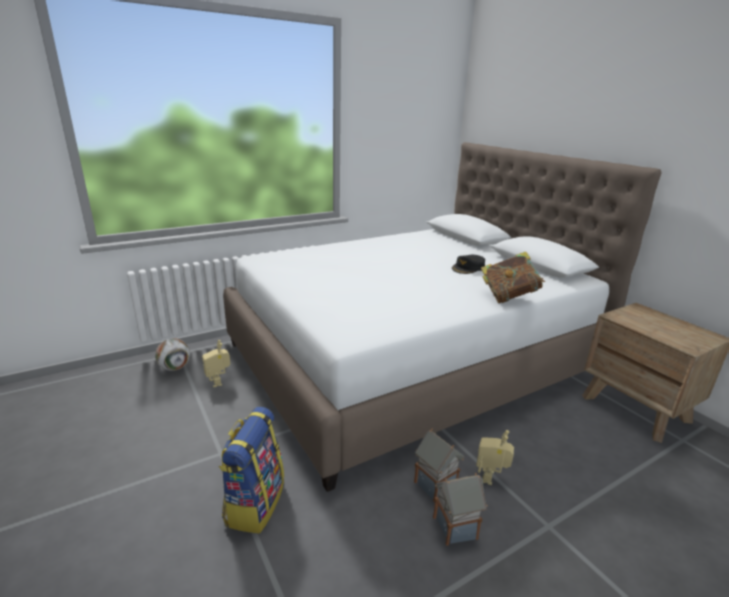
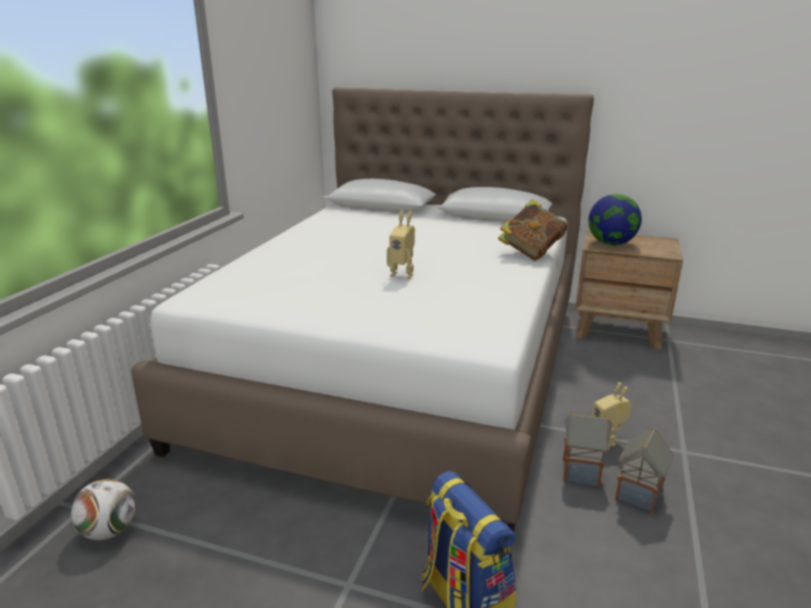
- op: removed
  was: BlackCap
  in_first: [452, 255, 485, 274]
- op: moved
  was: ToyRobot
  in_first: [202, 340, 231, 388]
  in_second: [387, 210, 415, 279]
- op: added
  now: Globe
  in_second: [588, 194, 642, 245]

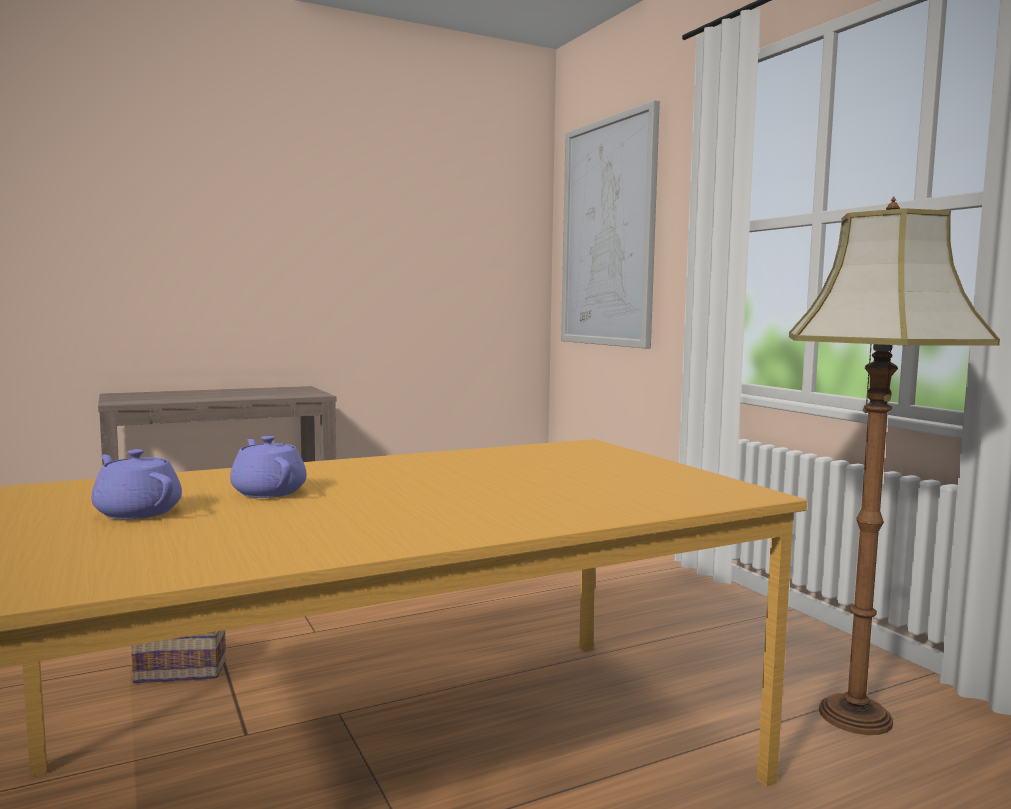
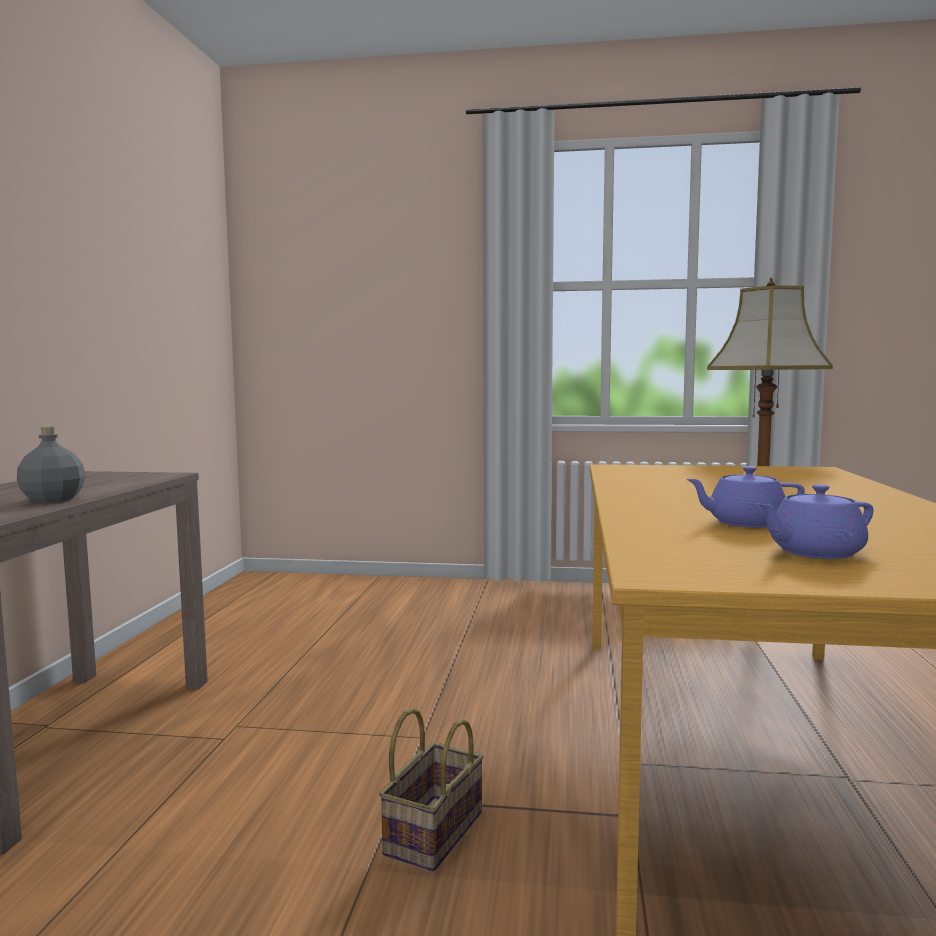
- op: removed
  was: Picture
  in_first: [561, 100, 660, 348]
- op: added
  now: GreyBottle
  in_second: [17, 427, 85, 503]

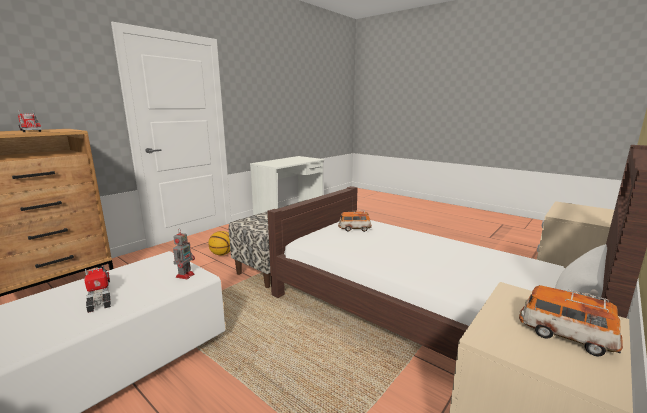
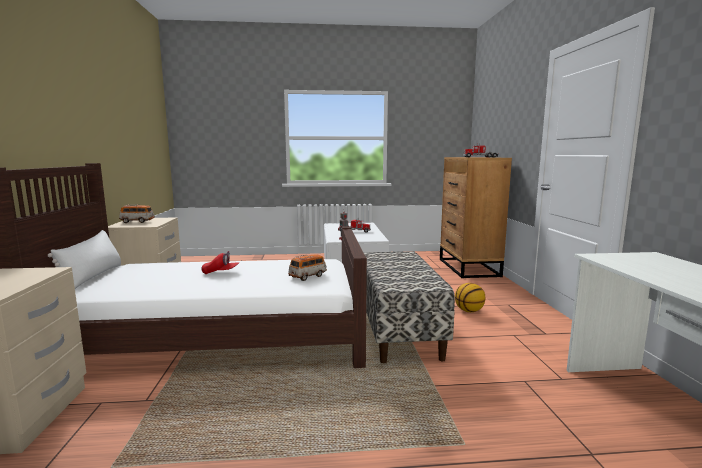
- op: added
  now: RedCap
  in_second: [202, 251, 239, 274]

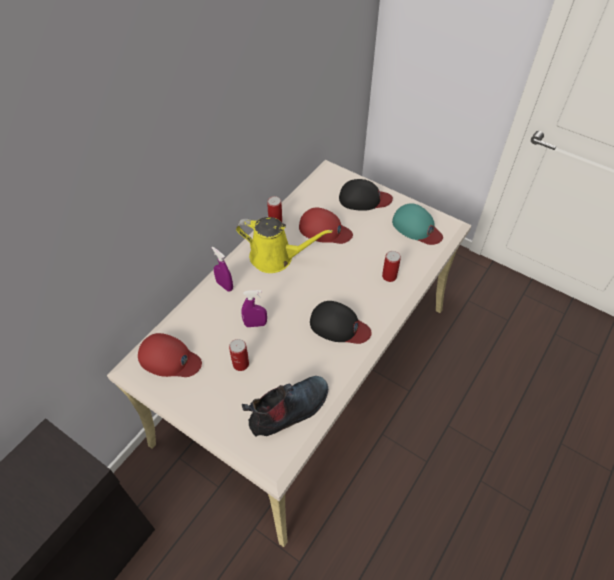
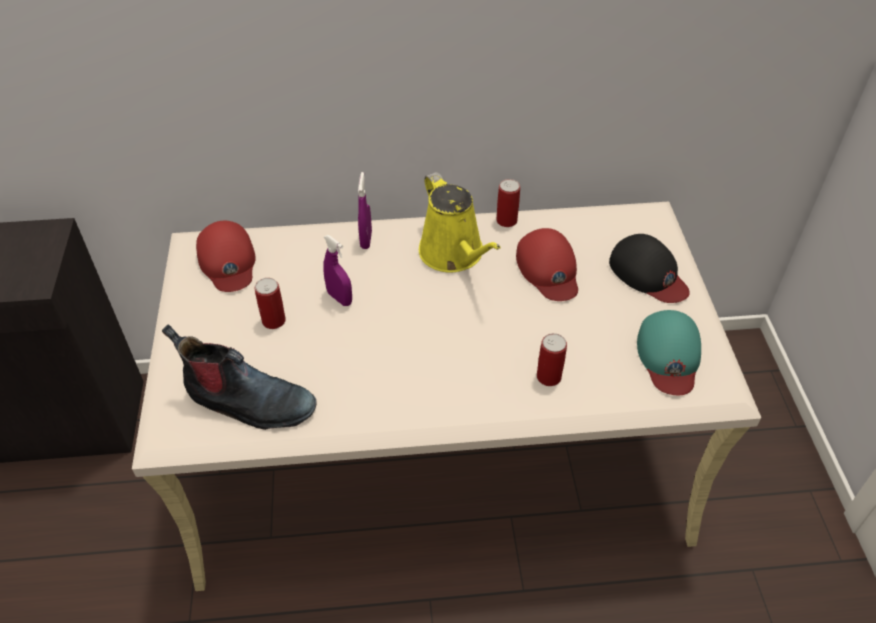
- op: removed
  was: BlackCap
  in_first: [310, 301, 372, 344]

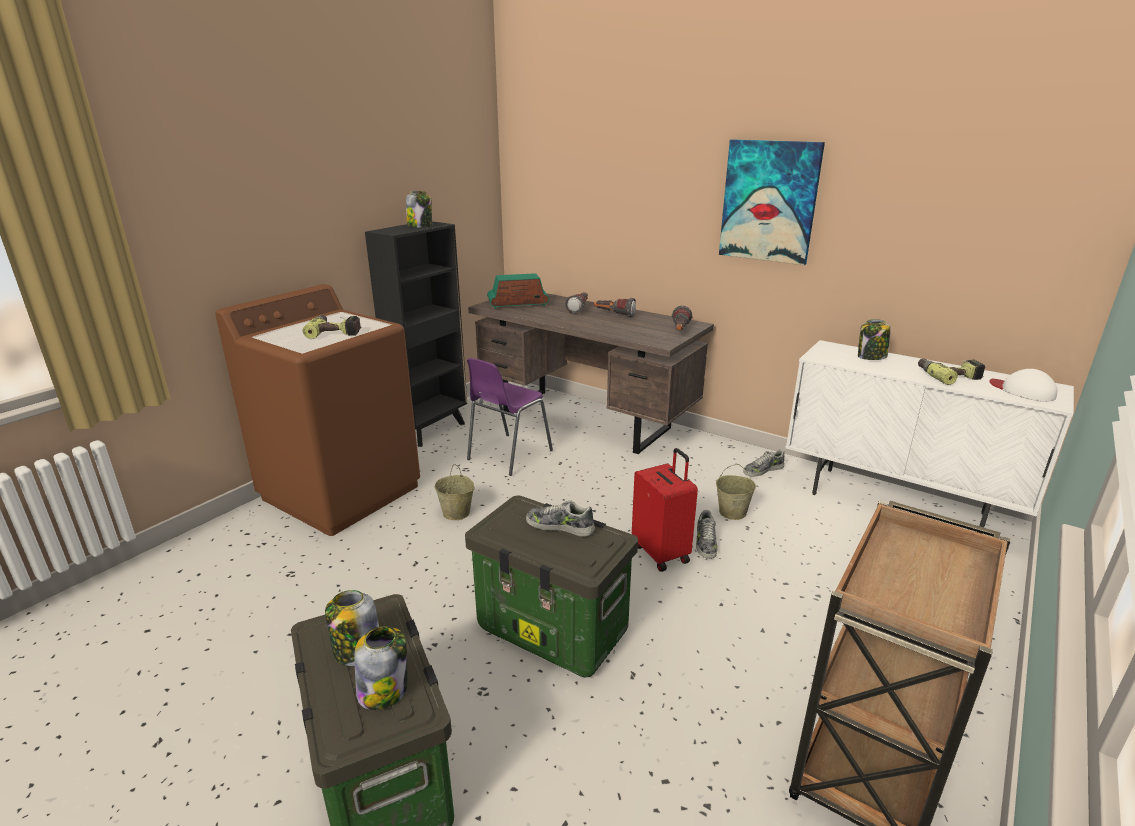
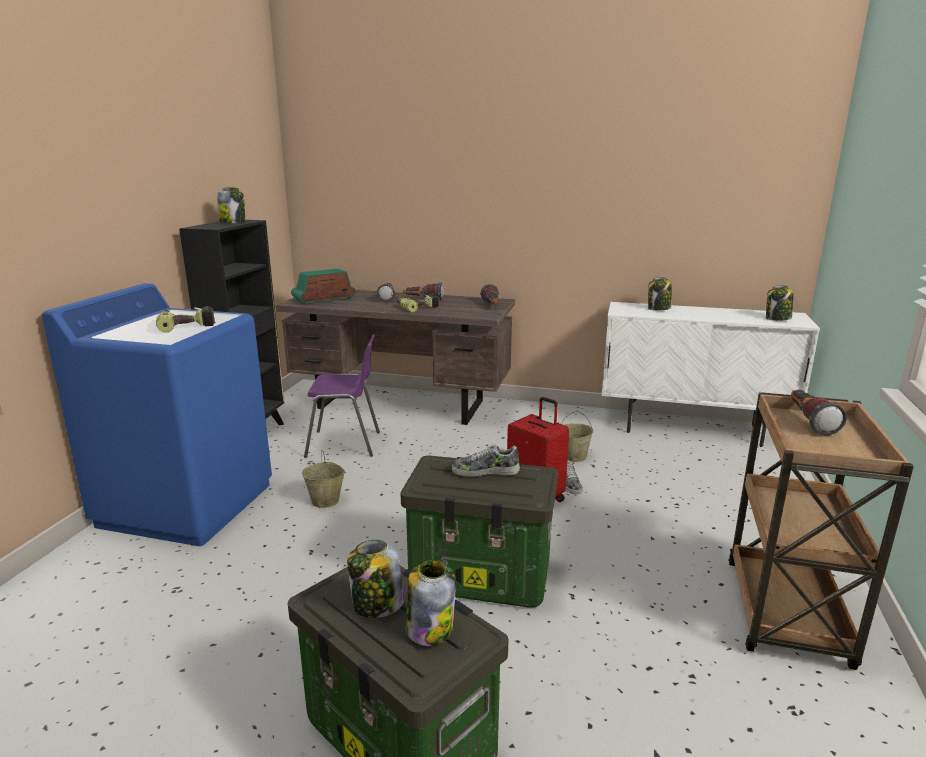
- op: removed
  was: Picture
  in_first: [719, 139, 825, 265]
- op: recoloured
  was: BrownWashingMachine
  now: BlueWashingMachine
  in_first: [215, 284, 420, 536]
  in_second: [42, 283, 272, 546]
- op: turned
  was: PurpleChair
  in_first: [467, 358, 553, 476]
  in_second: [304, 334, 380, 458]
  clockwise: -105
- op: moved
  was: PowerDrill
  in_first: [918, 358, 986, 385]
  in_second: [397, 294, 439, 312]
- op: replaced
  was: WhiteCap
  now: Jar
  in_first: [990, 369, 1057, 402]
  in_second: [766, 285, 794, 321]
- op: removed
  was: Shoe
  in_first: [743, 449, 784, 477]
- op: added
  now: Flashlight
  in_second: [791, 390, 847, 435]

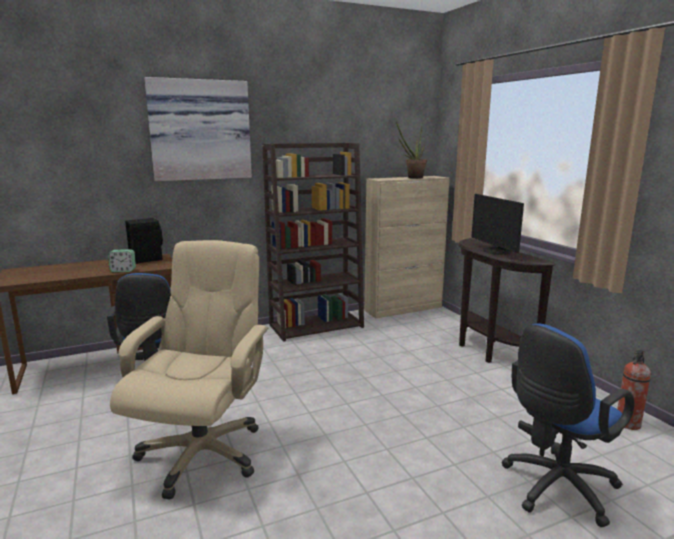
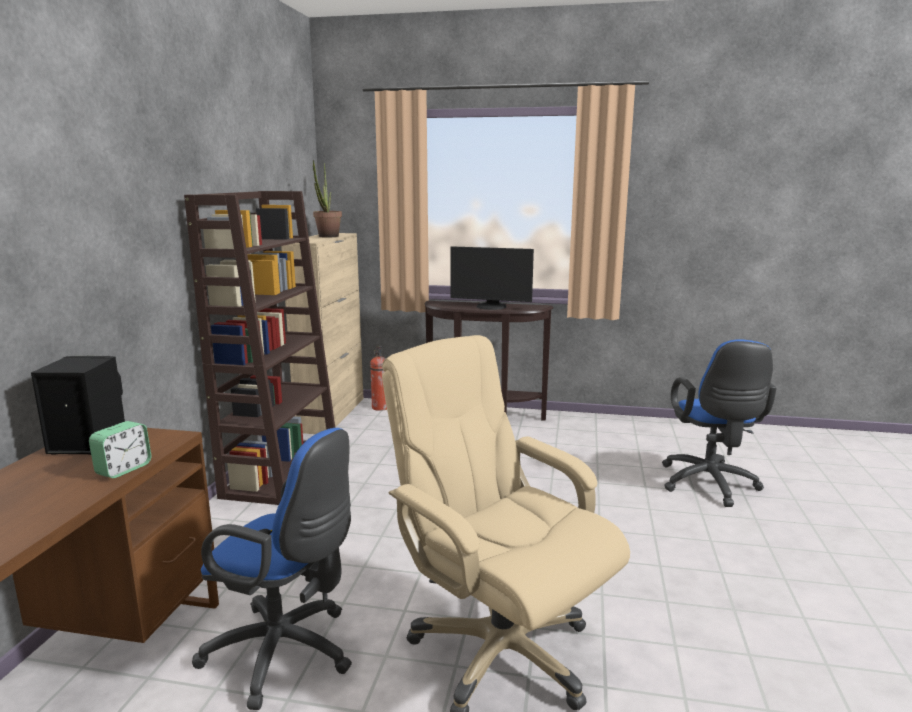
- op: removed
  was: Picture
  in_first: [144, 77, 252, 181]
- op: moved
  was: FireExtinguisher
  in_first: [617, 349, 651, 430]
  in_second: [370, 346, 387, 411]

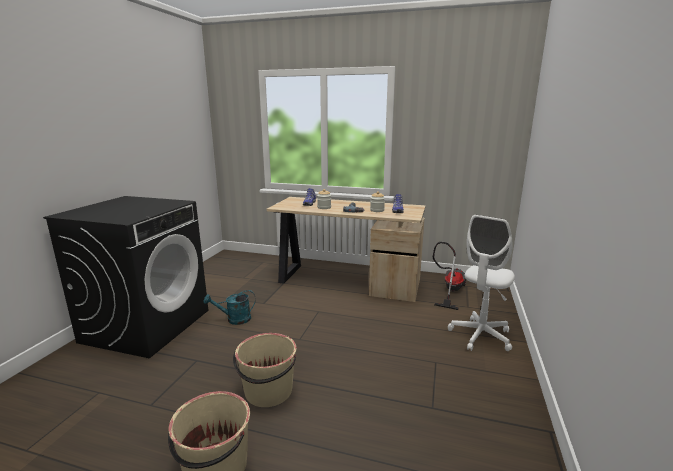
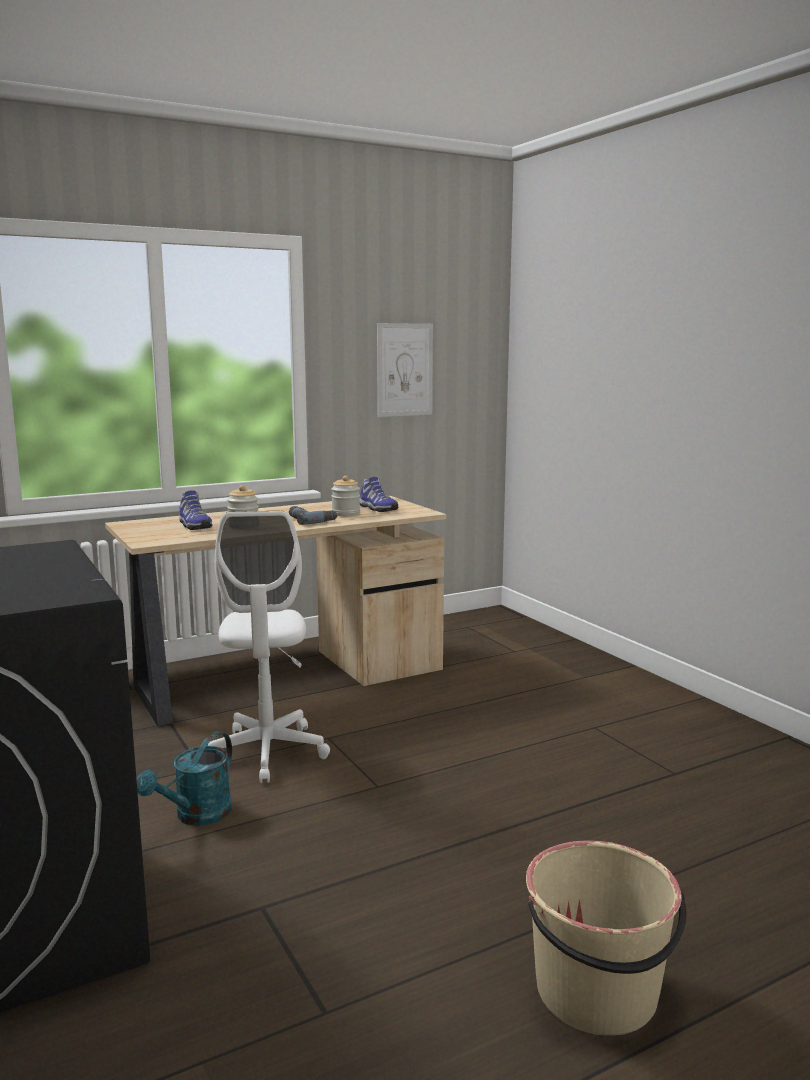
- op: moved
  was: WhiteOfficeChair
  in_first: [448, 215, 515, 351]
  in_second: [208, 511, 330, 783]
- op: removed
  was: VacuumCleaner
  in_first: [432, 242, 466, 310]
- op: removed
  was: BeigeBucket
  in_first: [233, 333, 297, 407]
- op: added
  now: Picture
  in_second: [377, 323, 433, 417]

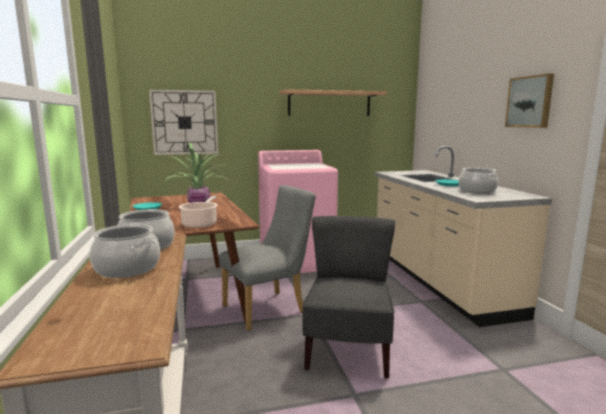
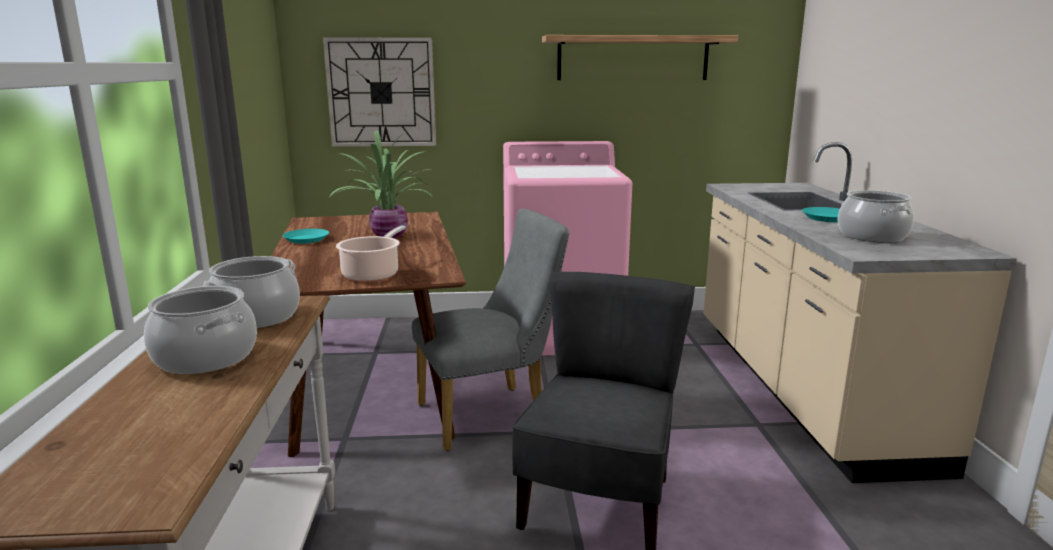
- op: removed
  was: Picture
  in_first: [505, 73, 554, 128]

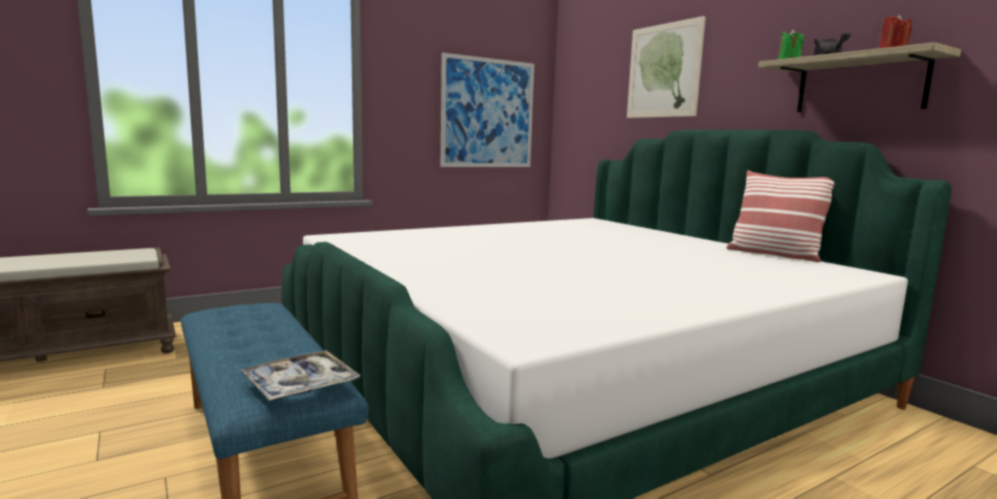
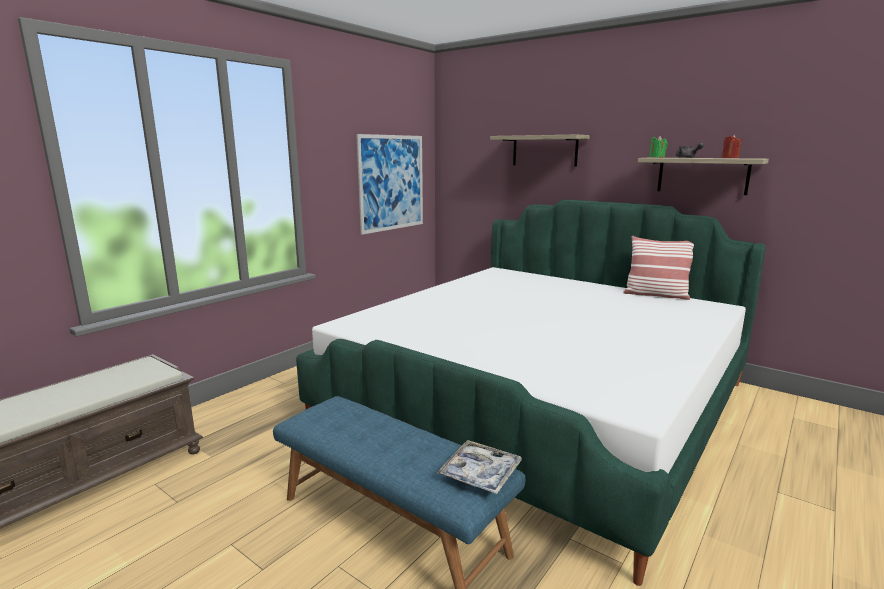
- op: replaced
  was: Picture
  now: Shelf
  in_first: [627, 16, 706, 118]
  in_second: [490, 135, 590, 167]

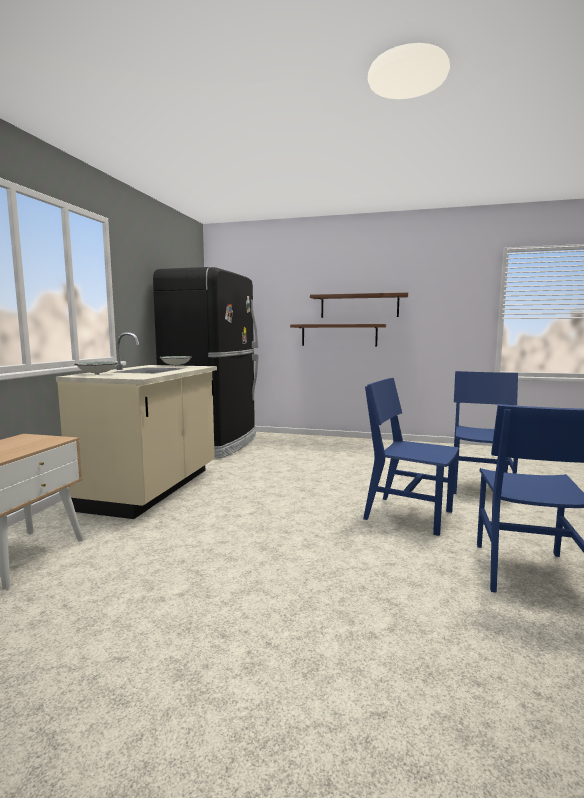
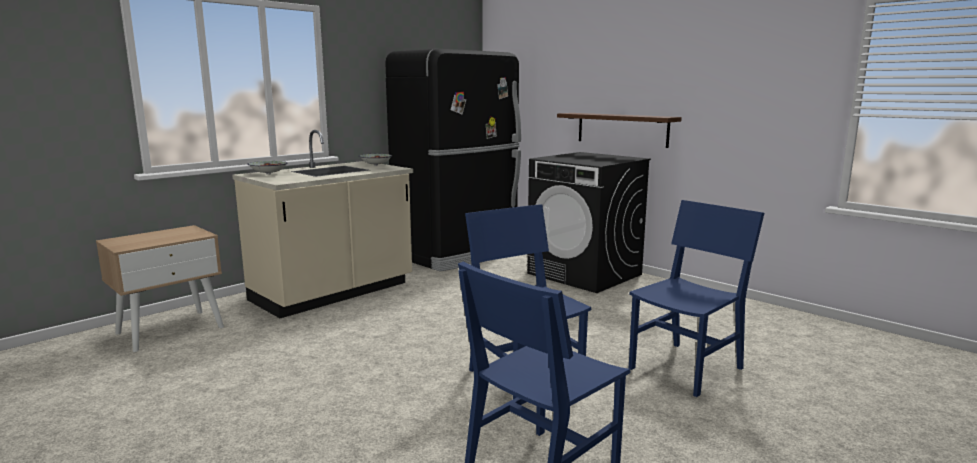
- op: removed
  was: BrownShelf
  in_first: [310, 293, 408, 318]
- op: added
  now: BlackWashingMachine
  in_second: [527, 152, 651, 293]

